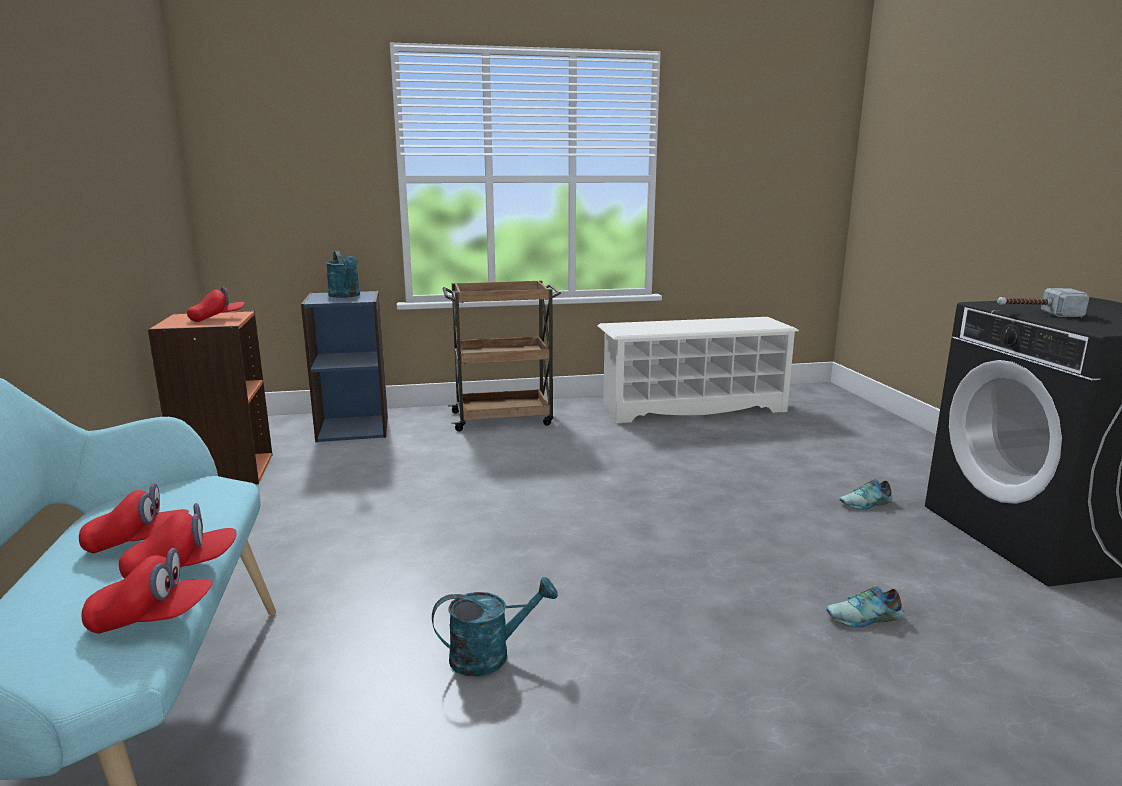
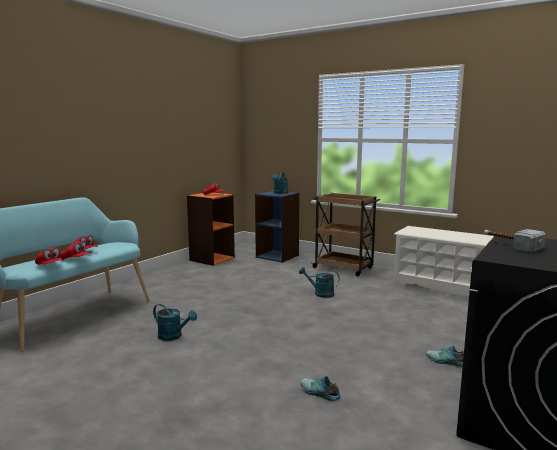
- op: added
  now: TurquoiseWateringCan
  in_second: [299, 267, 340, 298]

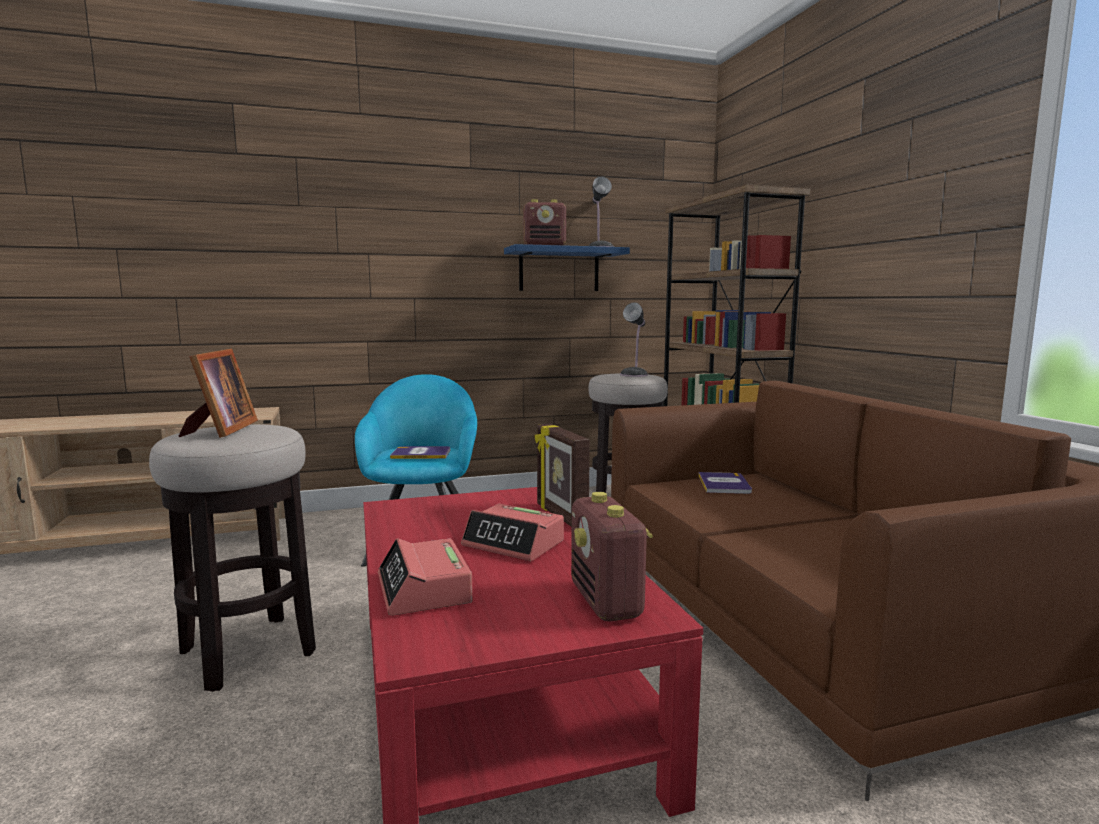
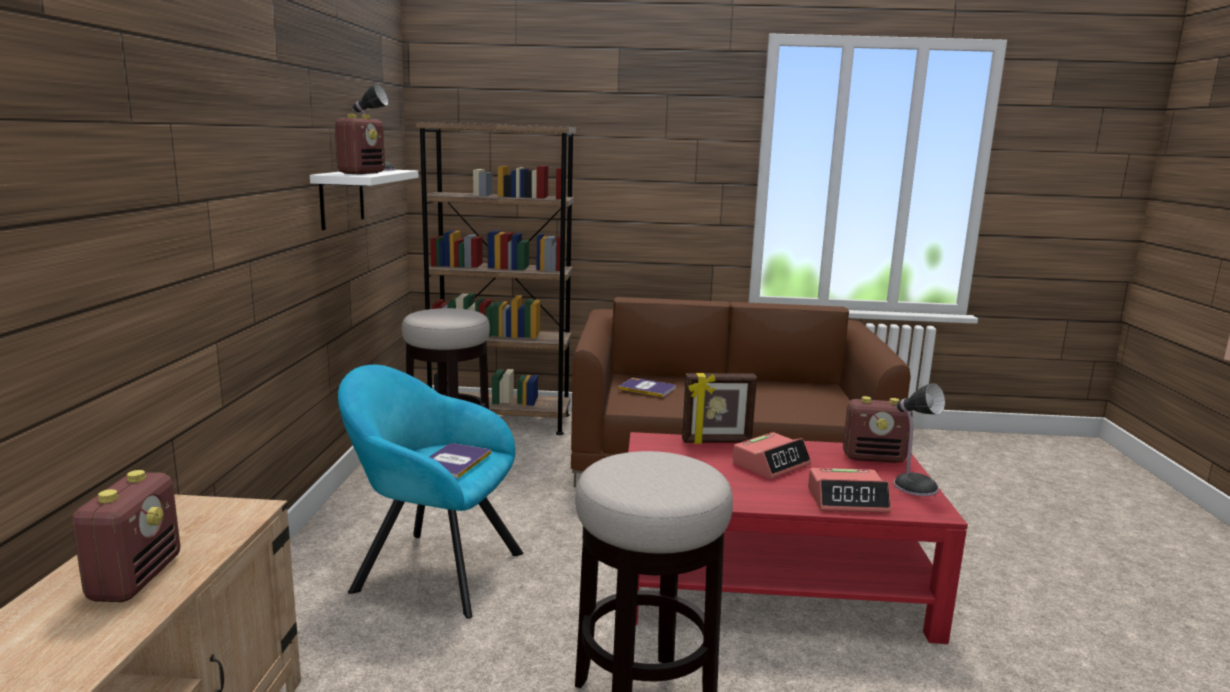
- op: recoloured
  was: BlueShelf
  now: WhiteShelf
  in_first: [504, 244, 630, 291]
  in_second: [310, 170, 418, 230]
- op: moved
  was: TableLamp
  in_first: [620, 302, 648, 377]
  in_second: [894, 383, 945, 496]
- op: removed
  was: PictureFrame
  in_first: [178, 349, 258, 438]
- op: added
  now: Radio
  in_second: [72, 470, 180, 602]

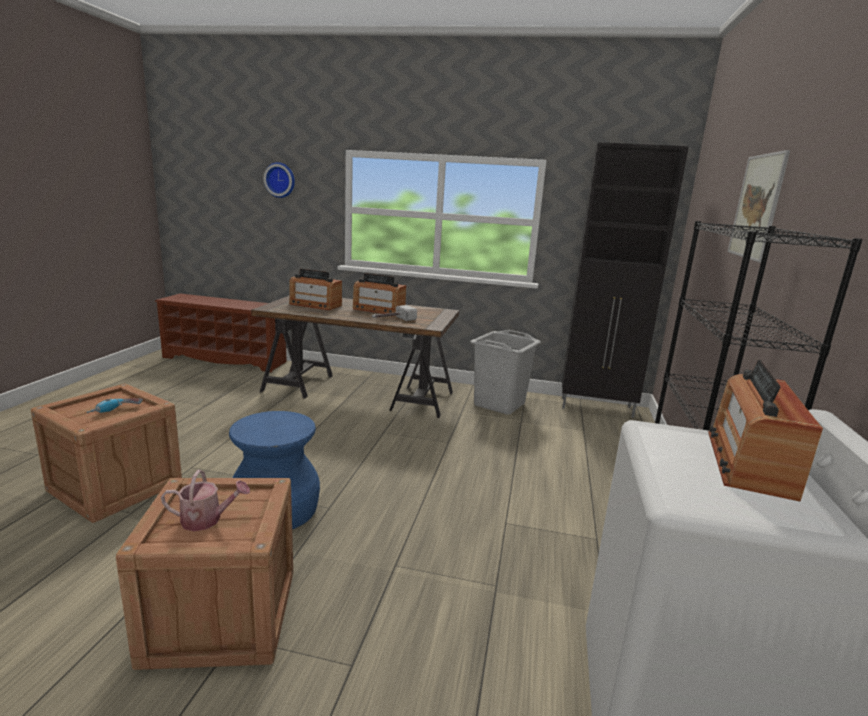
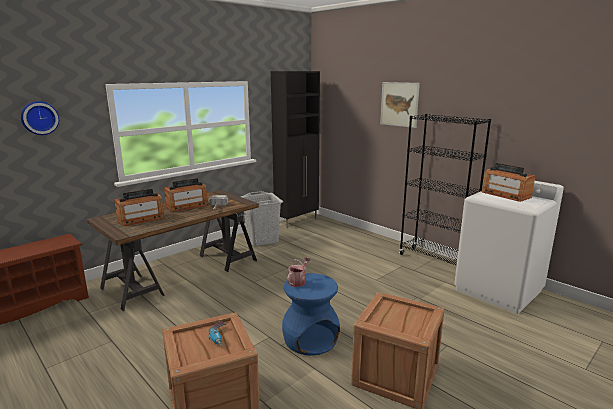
- op: moved
  was: WateringCan
  in_first: [161, 470, 250, 531]
  in_second: [287, 257, 311, 287]

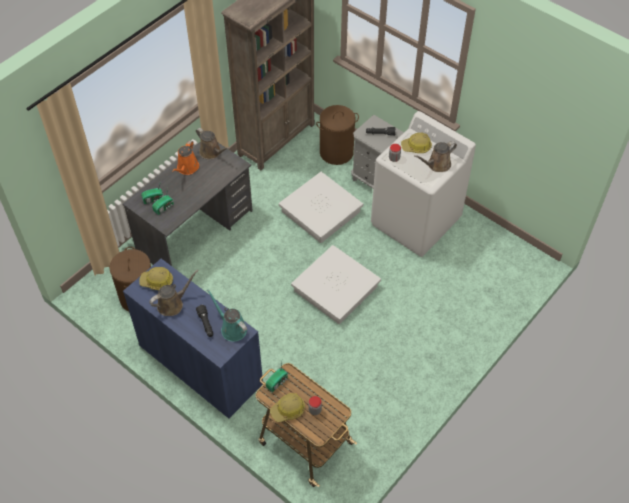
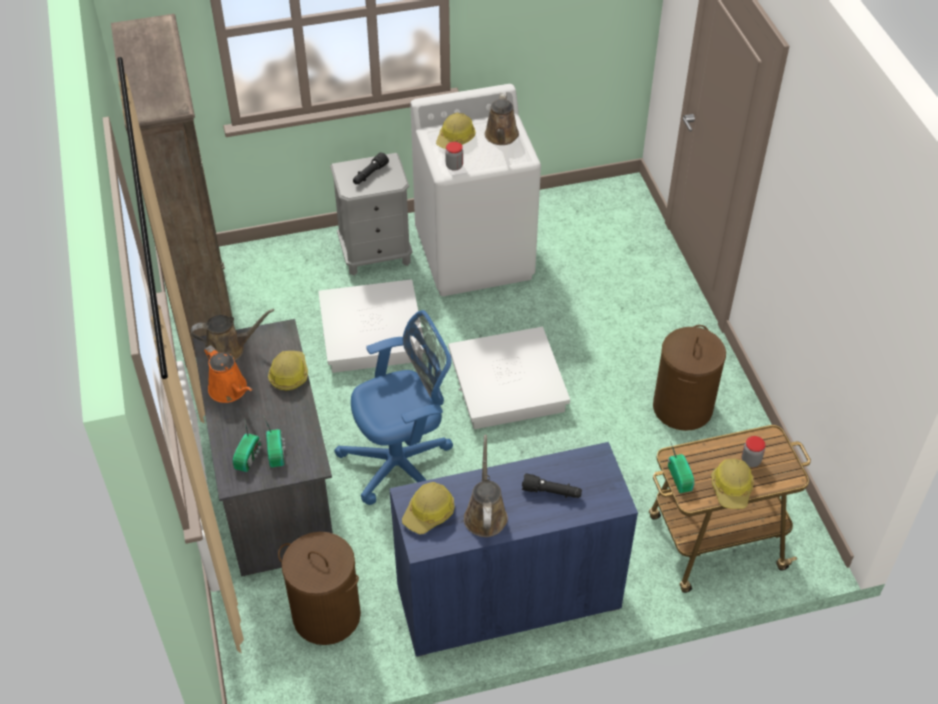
- op: moved
  was: BrownLaundryBasket
  in_first: [316, 105, 359, 165]
  in_second: [653, 325, 726, 431]
- op: removed
  was: TurquoiseWateringCan
  in_first: [207, 289, 247, 342]
- op: added
  now: BlueOfficeChair
  in_second: [334, 310, 453, 505]
- op: added
  now: HardHat
  in_second: [268, 351, 308, 391]

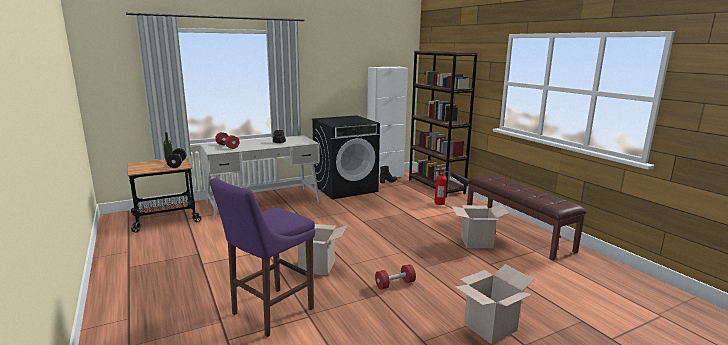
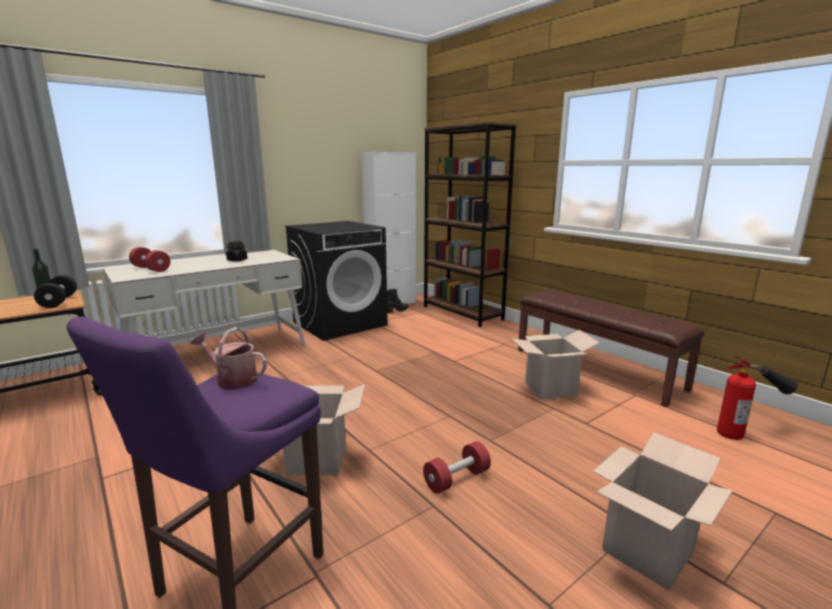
- op: moved
  was: FireExtinguisher
  in_first: [433, 166, 469, 205]
  in_second: [717, 355, 798, 440]
- op: added
  now: WateringCan
  in_second: [190, 327, 267, 389]

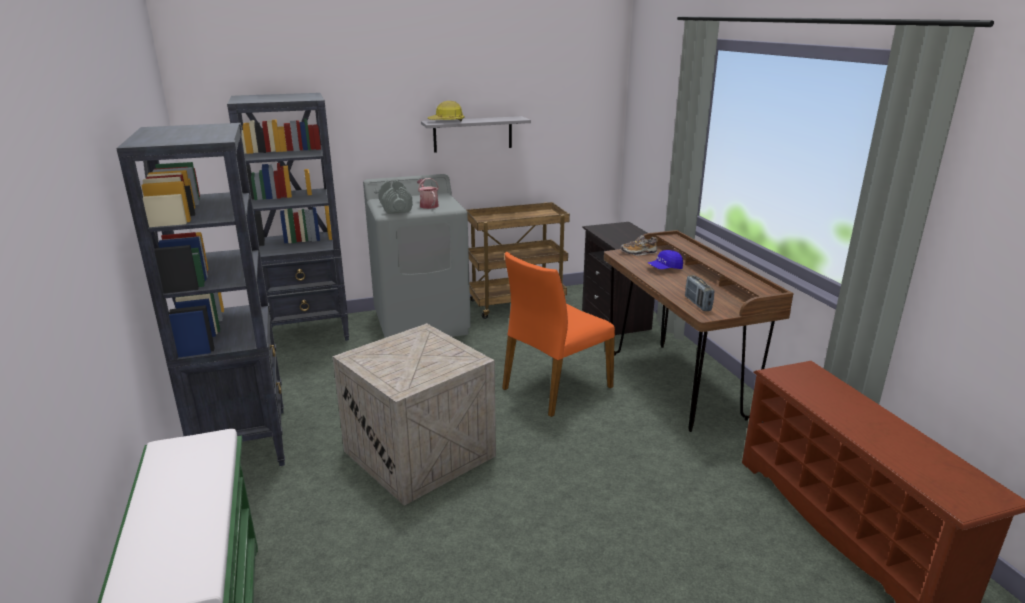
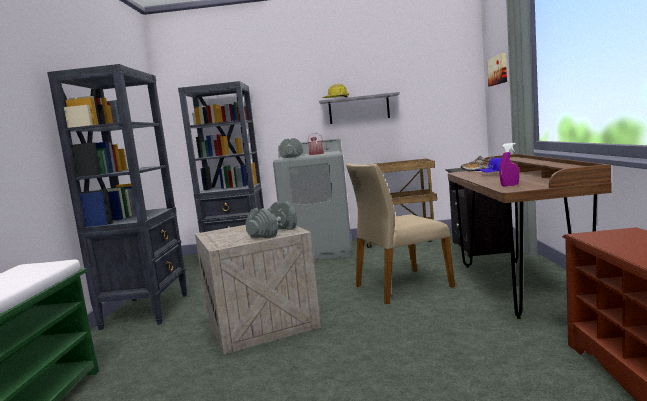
- op: recoloured
  was: OrangeChair
  now: BeigeChair
  in_first: [502, 252, 615, 417]
  in_second: [346, 163, 455, 304]
- op: replaced
  was: Radio
  now: PurpleSprayBottle
  in_first: [685, 275, 714, 311]
  in_second: [499, 143, 519, 186]
- op: added
  now: Picture
  in_second: [487, 53, 507, 86]
- op: added
  now: GreyDumbbell
  in_second: [245, 201, 297, 238]

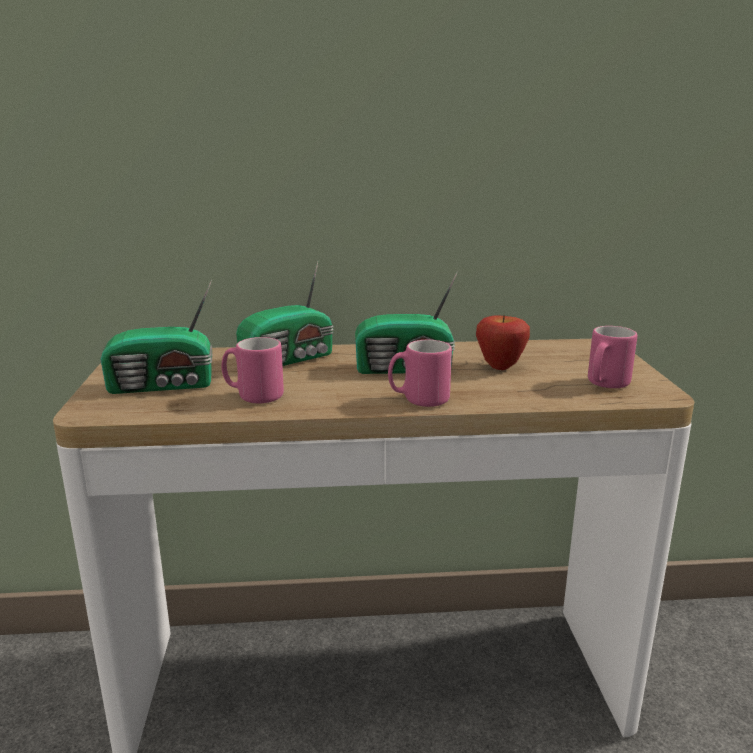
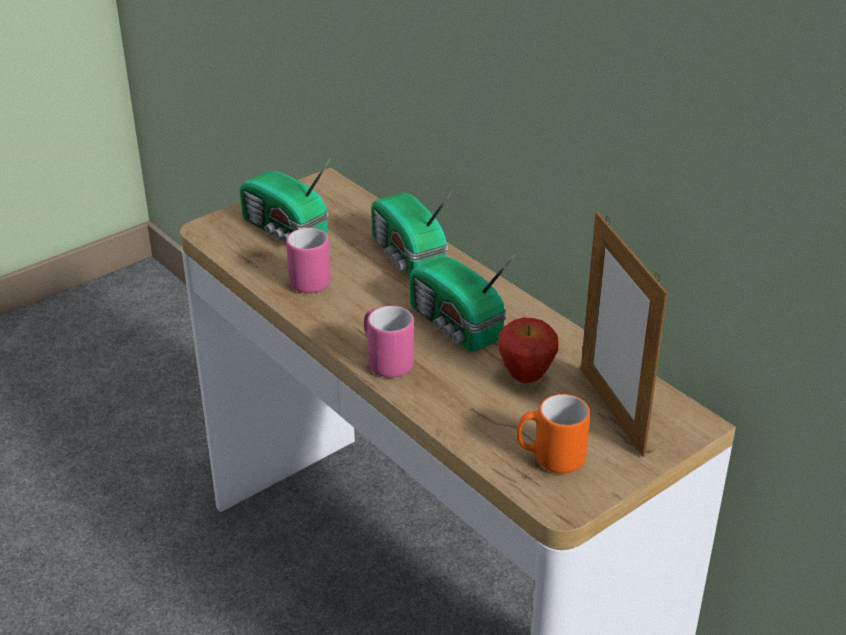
- op: turned
  was: Radio
  in_first: [236, 260, 334, 366]
  in_second: [371, 191, 453, 277]
  clockwise: 45
- op: recoloured
  was: PinkMug
  now: OrangeMug
  in_first: [588, 326, 637, 388]
  in_second: [517, 394, 590, 473]
- op: added
  now: PictureFrame
  in_second: [581, 212, 668, 457]

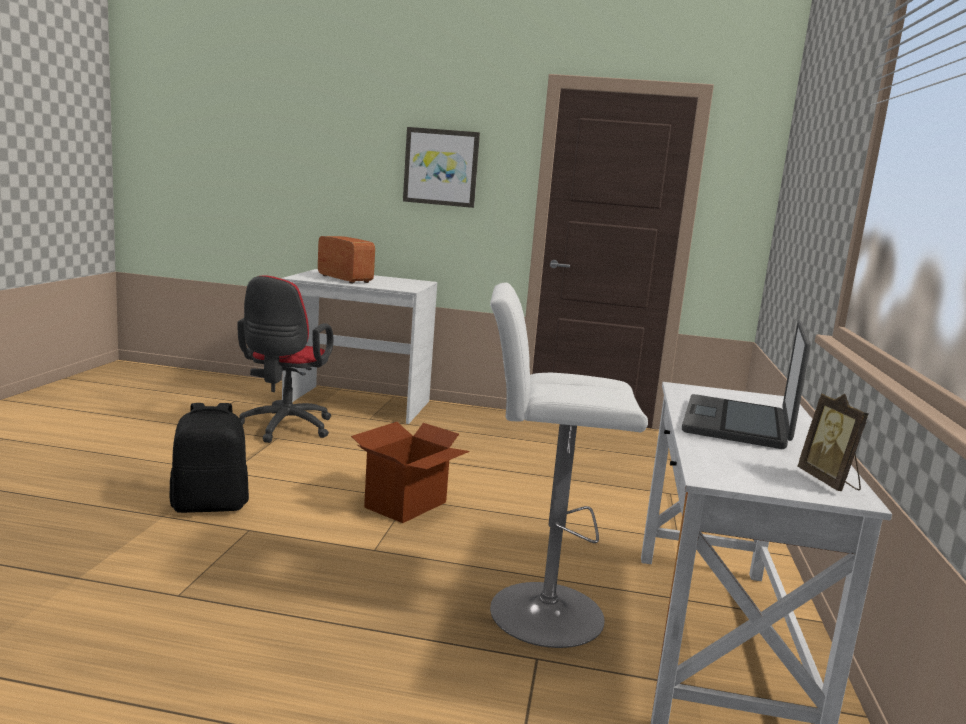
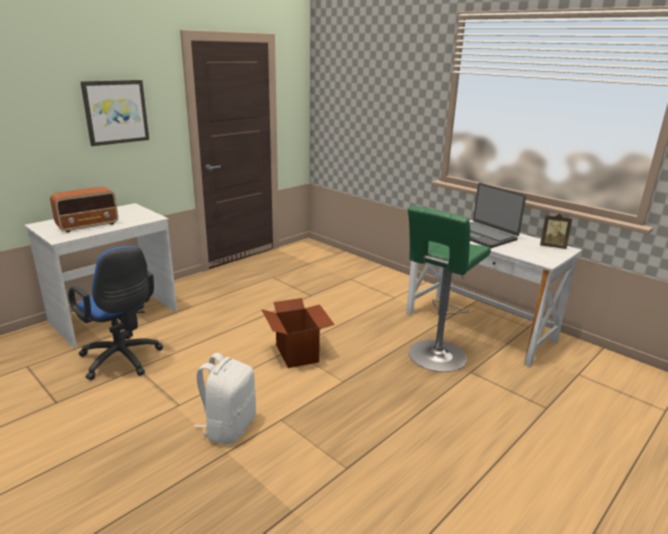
- op: turned
  was: Radio
  in_first: [318, 236, 375, 284]
  in_second: [50, 187, 118, 233]
  clockwise: 150
- op: recoloured
  was: RedOfficeChair
  now: BlueOfficeChair
  in_first: [237, 275, 333, 443]
  in_second: [68, 246, 163, 380]
- op: recoloured
  was: WhiteStool
  now: GreenStool
  in_first: [490, 283, 648, 648]
  in_second: [408, 206, 491, 372]
- op: recoloured
  was: BlackBackpack
  now: WhiteBackpack
  in_first: [169, 403, 249, 513]
  in_second: [194, 353, 256, 444]

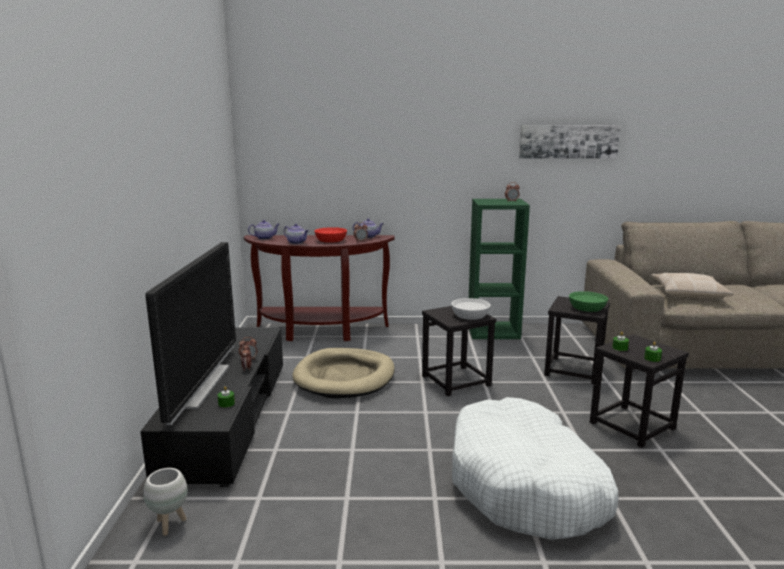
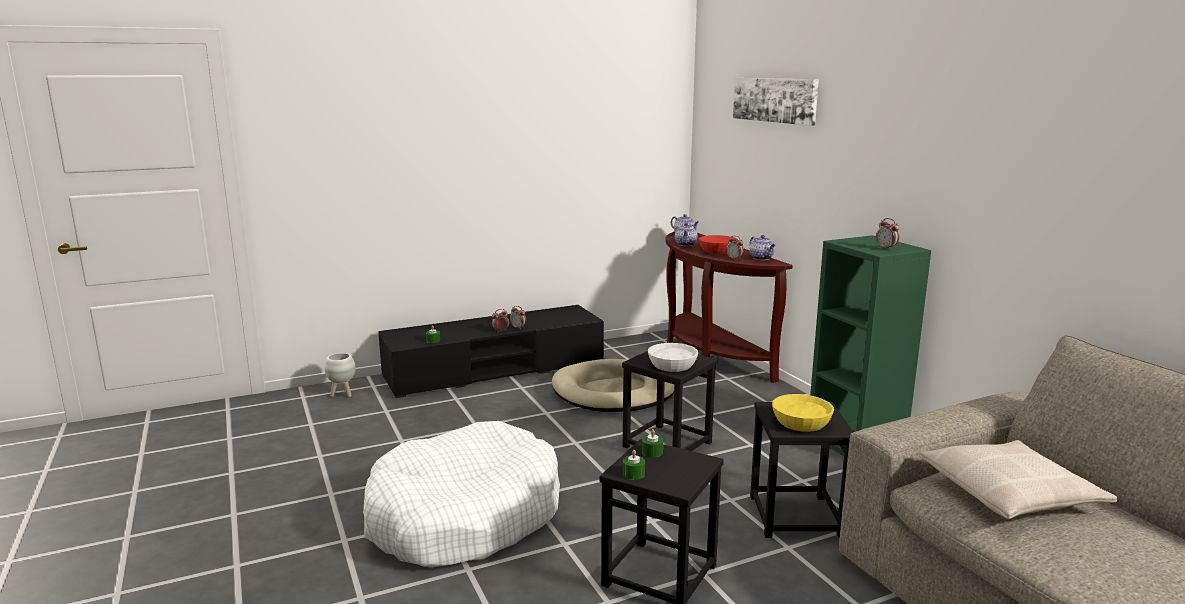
- op: moved
  was: Picture
  in_first: [519, 125, 620, 159]
  in_second: [733, 78, 819, 126]
- op: removed
  was: Television
  in_first: [145, 242, 236, 425]
- op: recoloured
  was: GreenBowl
  now: YellowBowl
  in_first: [569, 291, 608, 312]
  in_second: [772, 394, 834, 432]

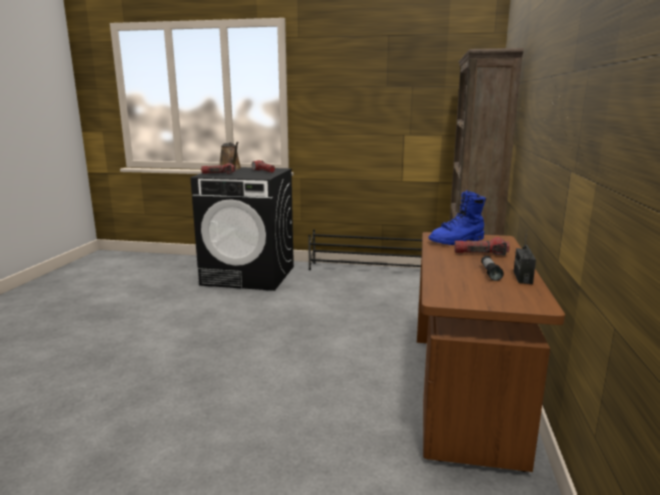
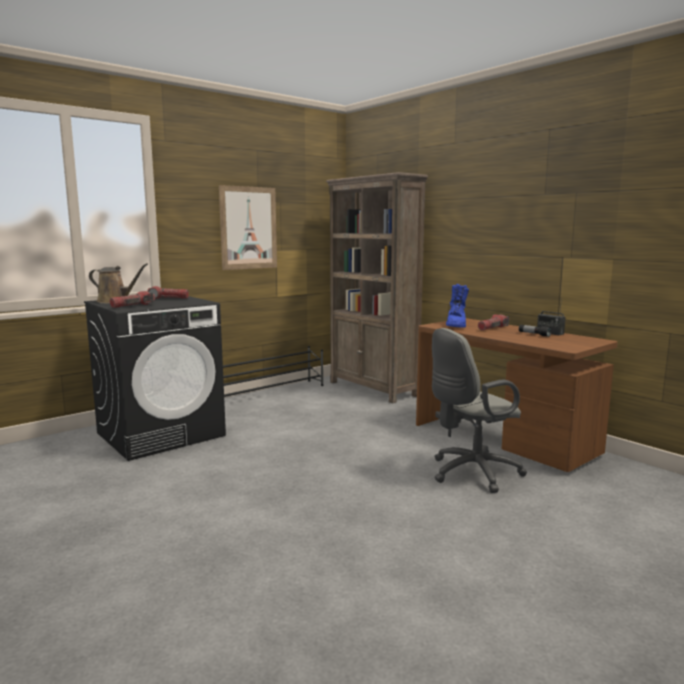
- op: added
  now: Picture
  in_second: [219, 185, 277, 270]
- op: added
  now: GreyOfficeChair
  in_second: [432, 328, 527, 493]

